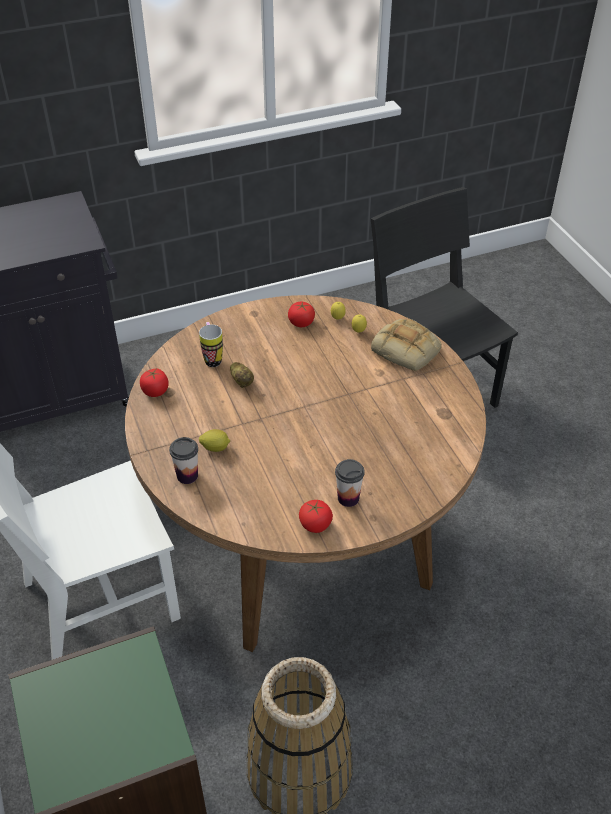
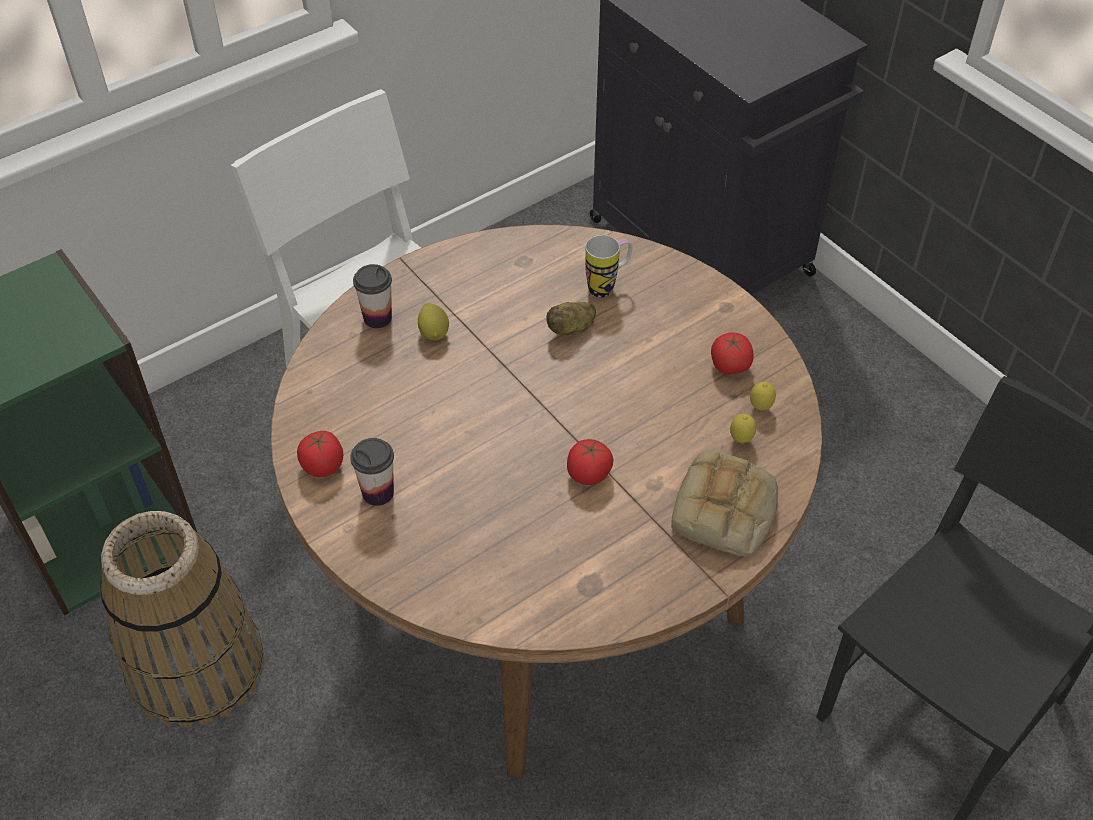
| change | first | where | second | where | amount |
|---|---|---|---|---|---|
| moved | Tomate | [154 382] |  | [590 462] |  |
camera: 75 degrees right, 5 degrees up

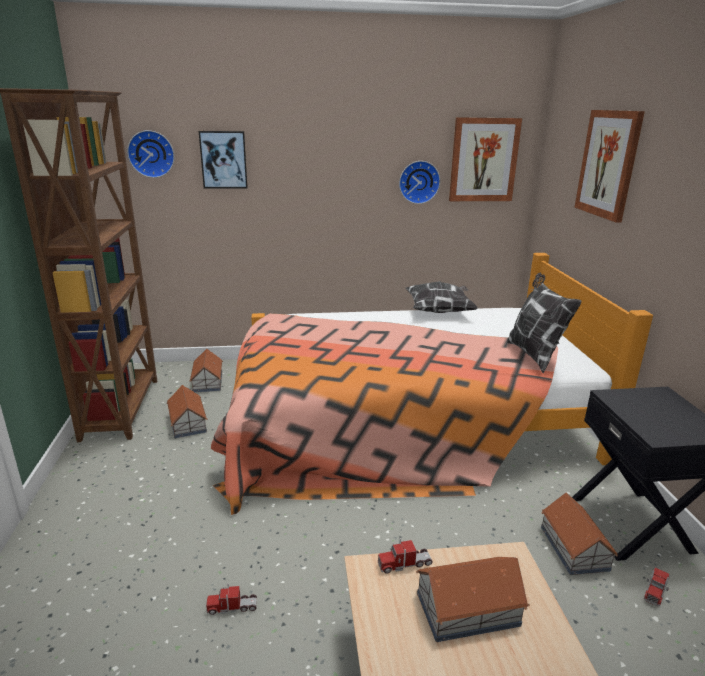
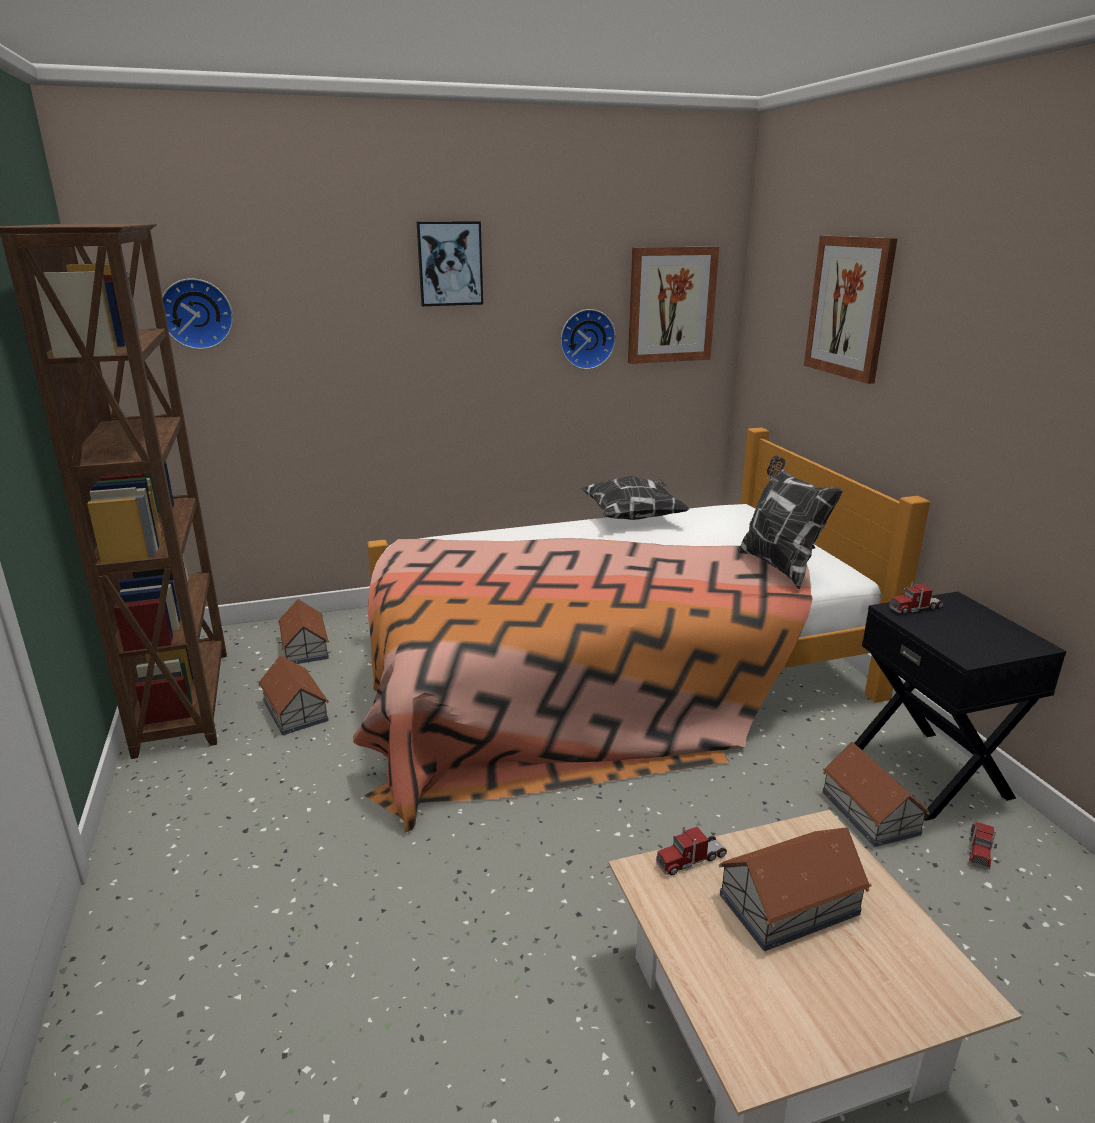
| change | first | where | second | where | amount |
|---|---|---|---|---|---|
| moved | Bild | [223 160] |  | [450 263] |  |
| moved | Spielzeuglaster | [231 599] |  | [916 597] |  |
camera: 10 degrees left, 0 degrees up

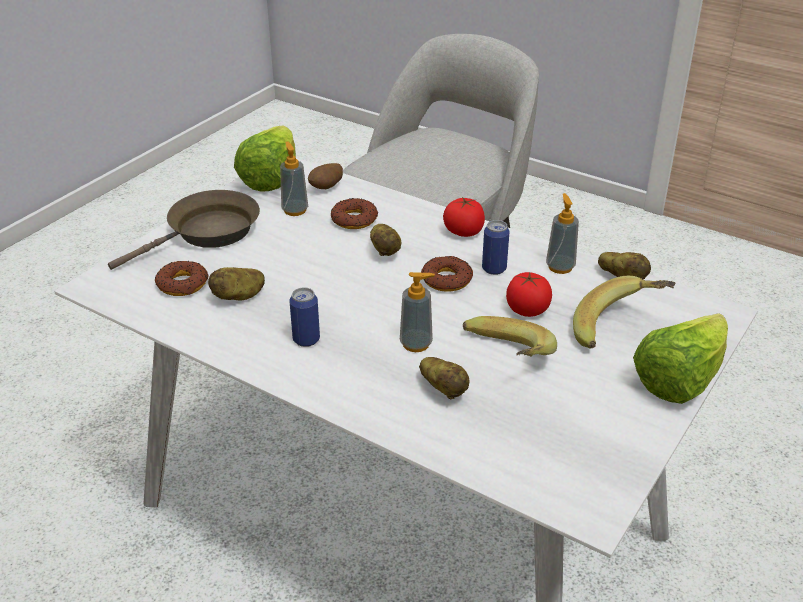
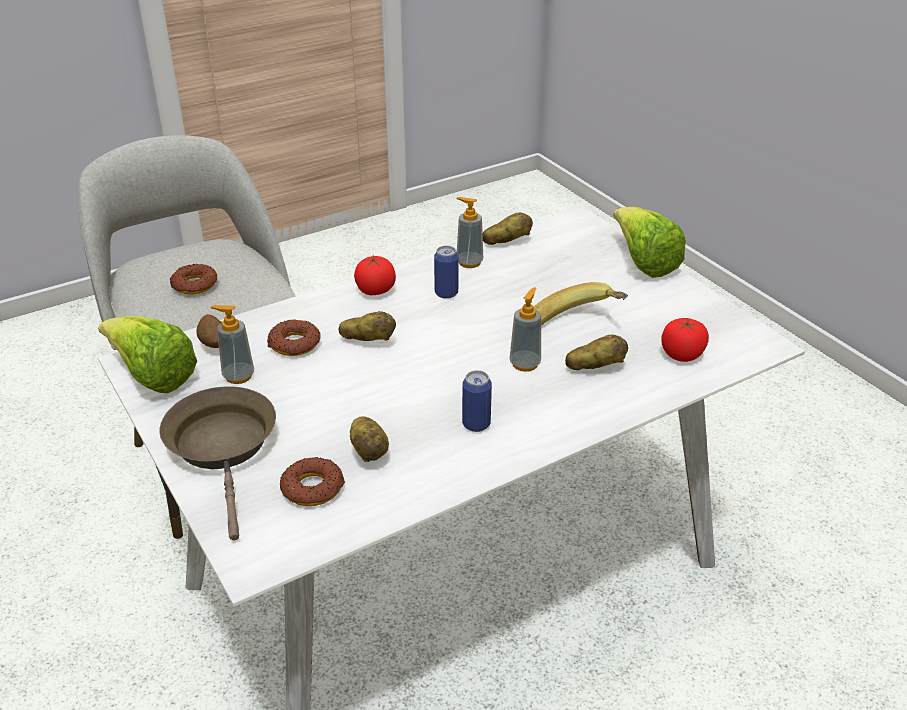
| change | first | where | second | where | amount |
|---|---|---|---|---|---|
| moved | Donut | [447 274] |  | [193 279] |  |
| moved | Tomate | [529 294] |  | [685 340] |  |
| removed | Banane | [624 312] |  |  |  |
camera: 65 degrees left, 0 degrees up

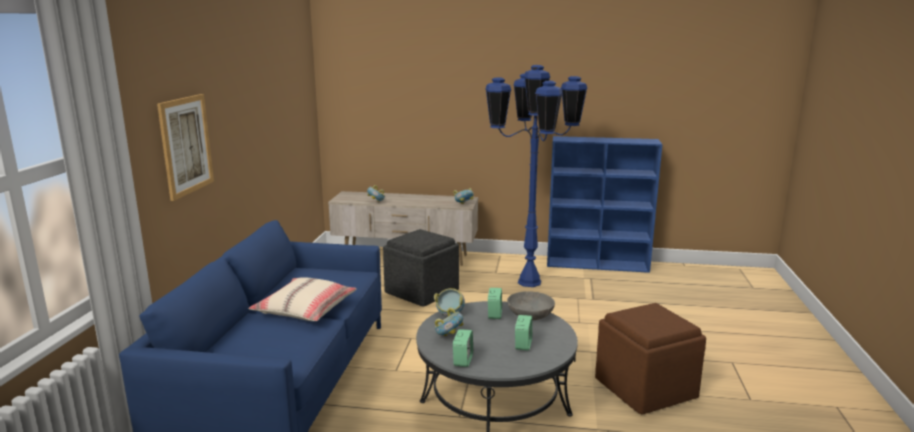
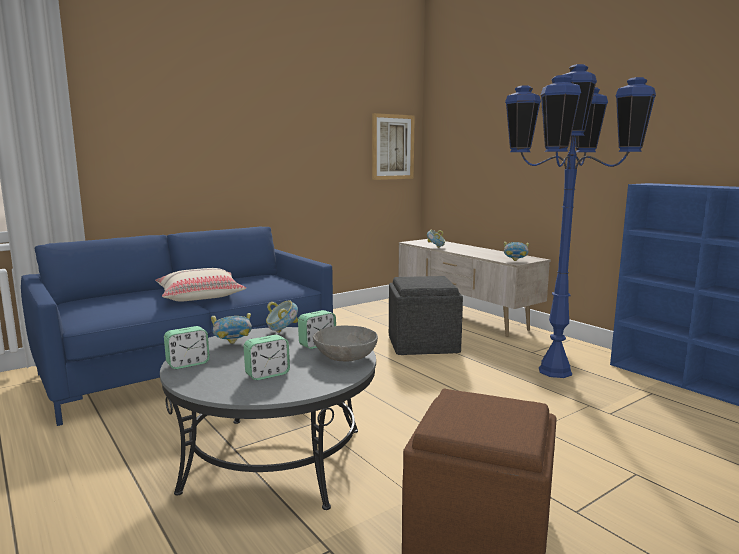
| change | first | where | second | where | amount |
|---|---|---|---|---|---|
| moved | Bild | [185 147] |  | [393 146] |  |
camera: 45 degrees right, 5 degrees down

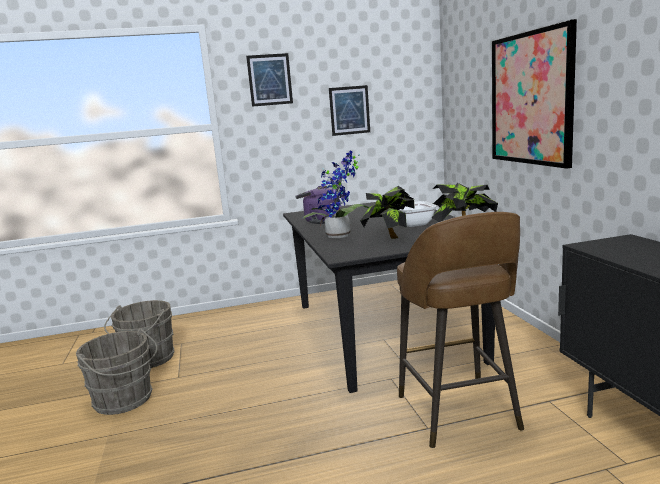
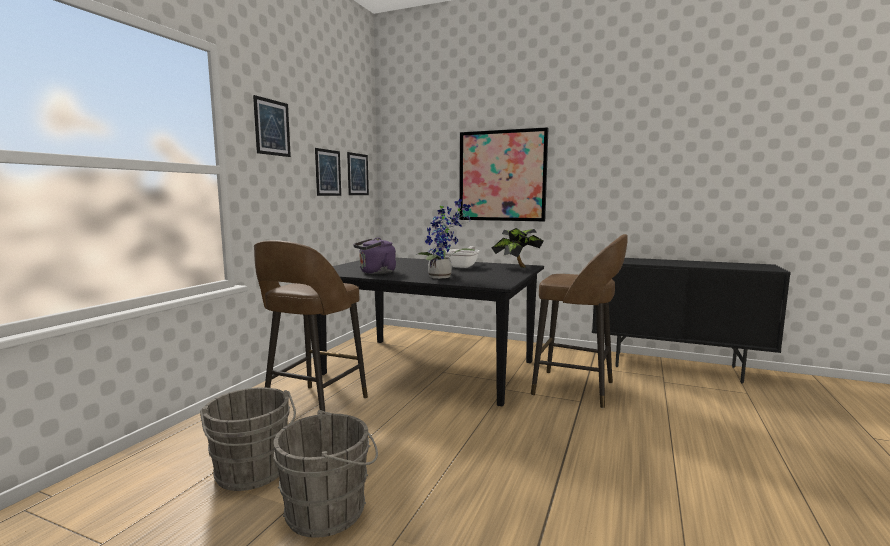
| change | first | where | second | where | amount |
|---|---|---|---|---|---|
| removed | Topfpflanze | [387 212] |  |  |  |
| added |  |  | Bild | [358 173] |  |
| added |  |  | Hocker [braun] | [311 327] |  |
camera: 55 degrees left, 5 degrees down

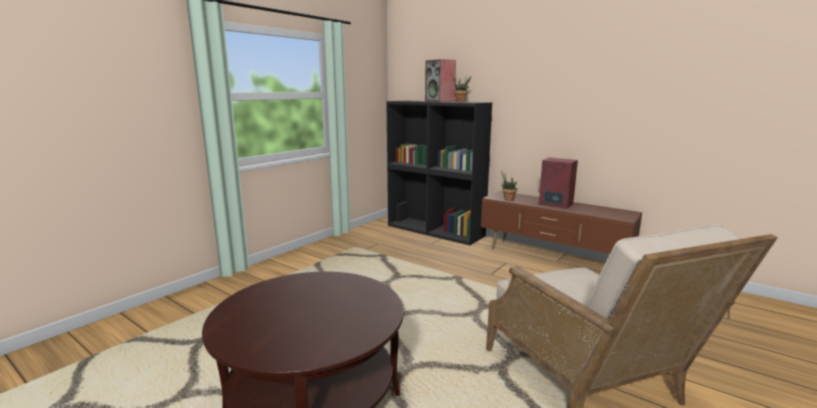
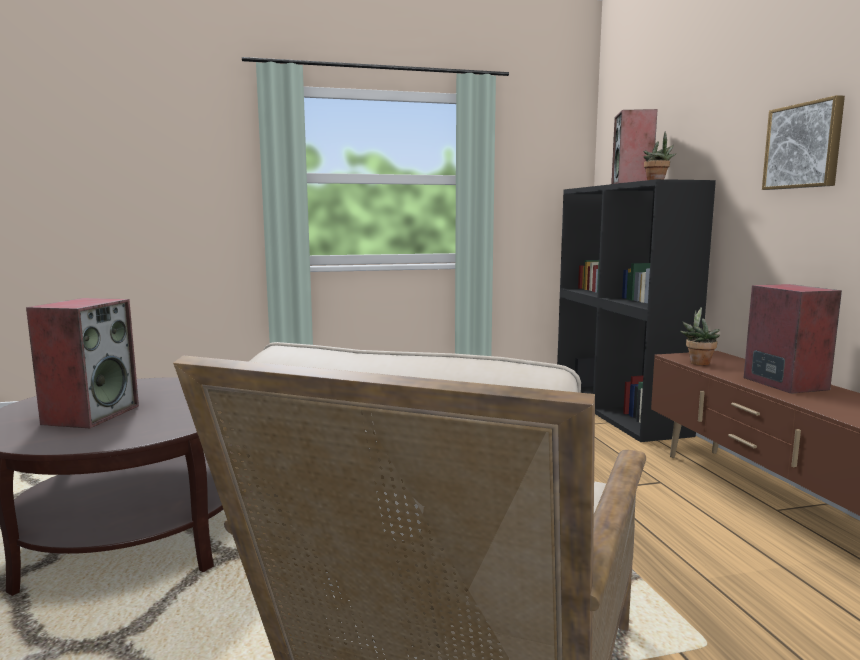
| change | first | where | second | where | amount |
|---|---|---|---|---|---|
| added |  |  | Bild | [803 142] |  |
| added |  |  | Lautsprecher | [82 363] |  |
camera: 40 degrees right, 5 degrees down

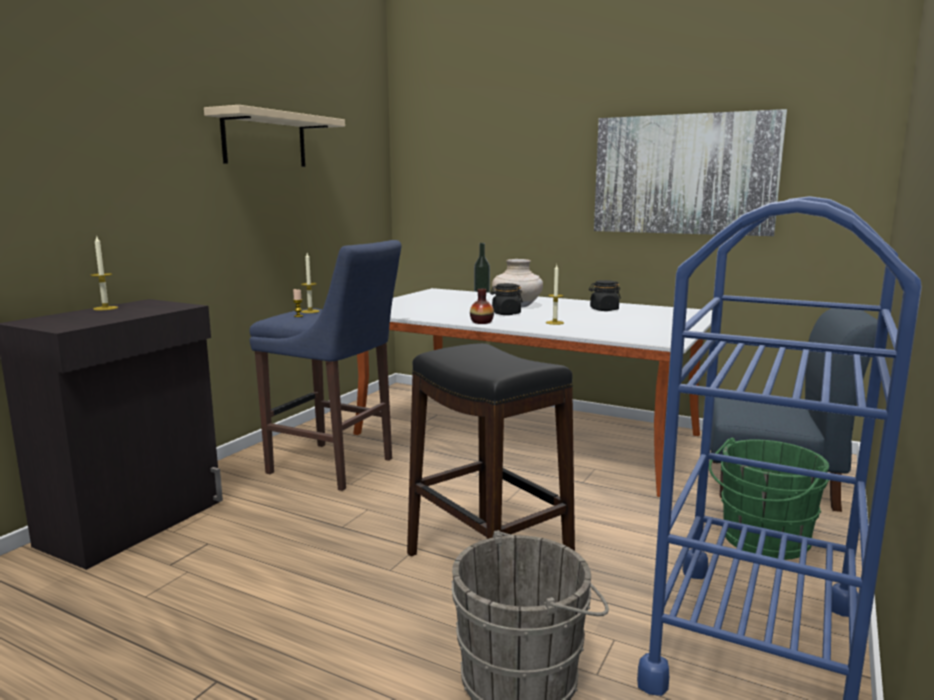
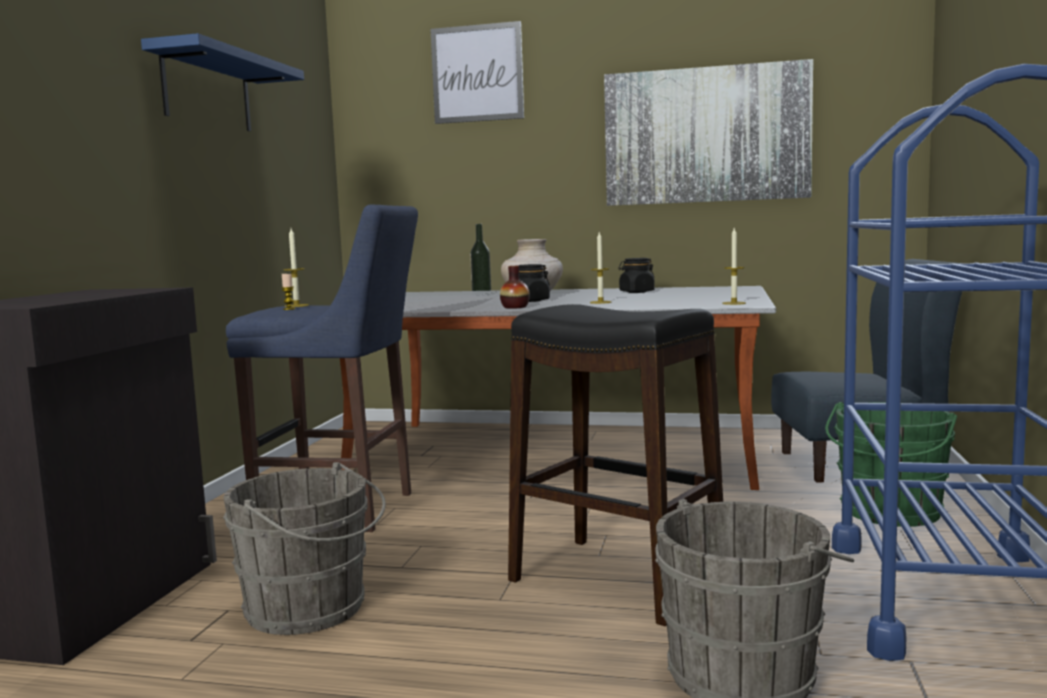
| change | first | where | second | where | amount |
|---|---|---|---|---|---|
| recoloured | Wandregal [beige] | [274 136] | Wandregal [blau] | [222 82] |  |
| moved | Kerze | [104 272] |  | [734 266] |  |
| added |  |  | Bild | [477 72] |  |
| added |  |  | Eimer [grau] | [304 548] |  |
camera: 15 degrees left, 5 degrees down

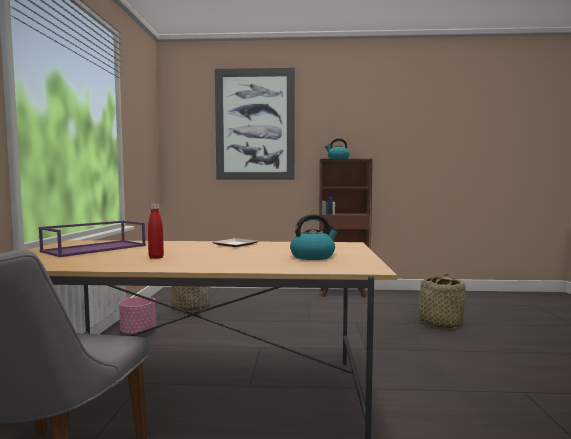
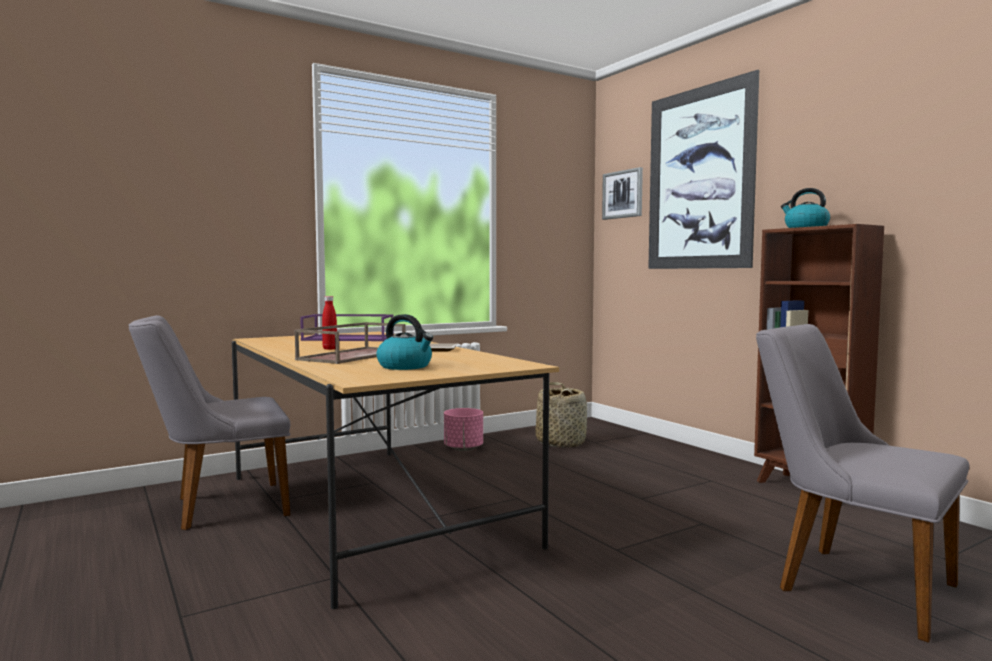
| change | first | where | second | where | amount |
|---|---|---|---|---|---|
| replaced | Korb | [440 301] | Stuhl [grau] | [862 483] |  |
| added |  |  | Bild | [622 193] |  |
| added |  |  | Tablett [braun] | [349 343] |  |
camera: 55 degrees right, 0 degrees up

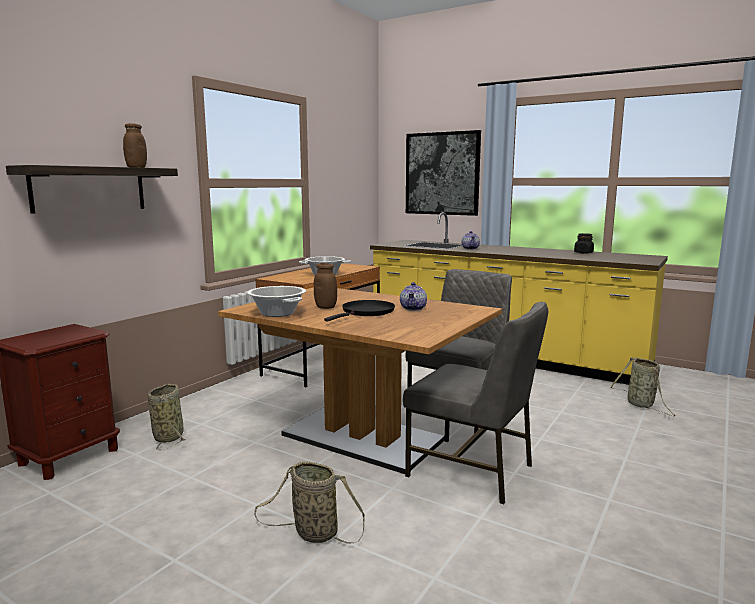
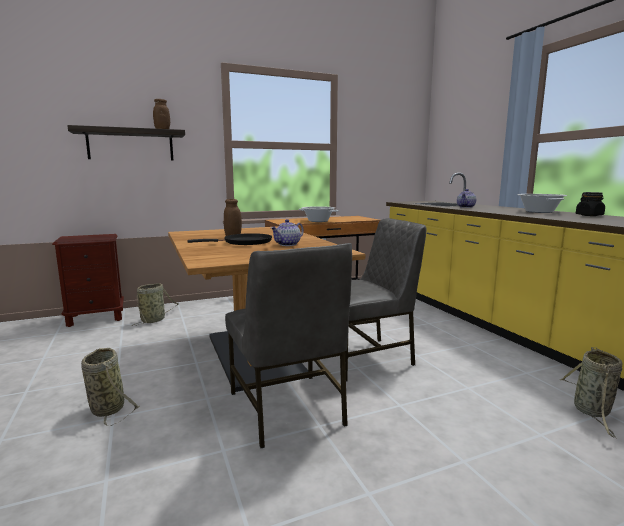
| change | first | where | second | where | amount |
|---|---|---|---|---|---|
| removed | Bild | [443 173] |  |  |  |
| moved | Kochtopf | [276 301] |  | [542 203] |  |
camera: 35 degrees right, 0 degrees up

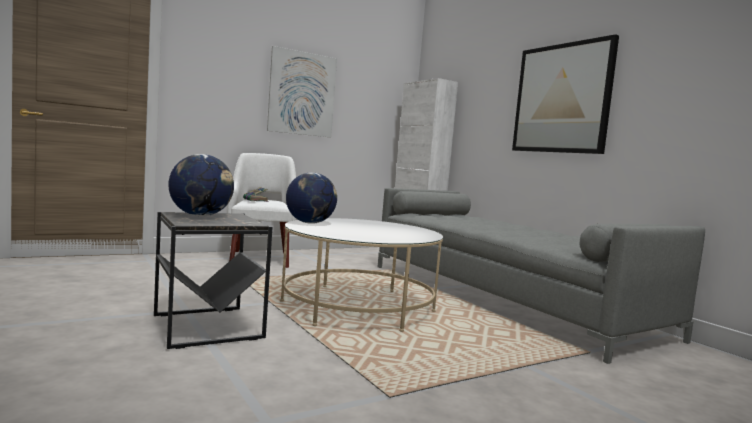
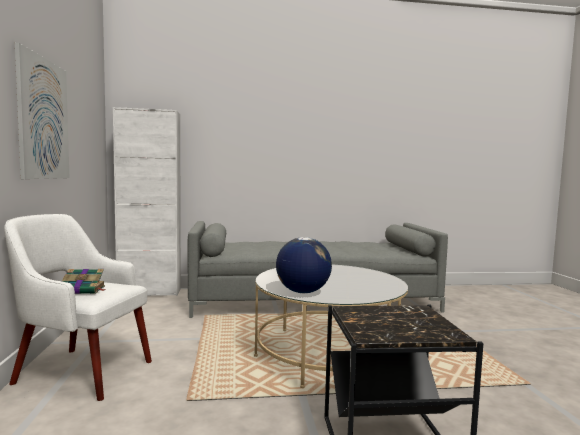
| change | first | where | second | where | amount |
|---|---|---|---|---|---|
| removed | Bild | [565 94] |  |  |  |
| removed | Globus | [201 185] |  |  |  |
camera: 65 degrees left, 0 degrees up

